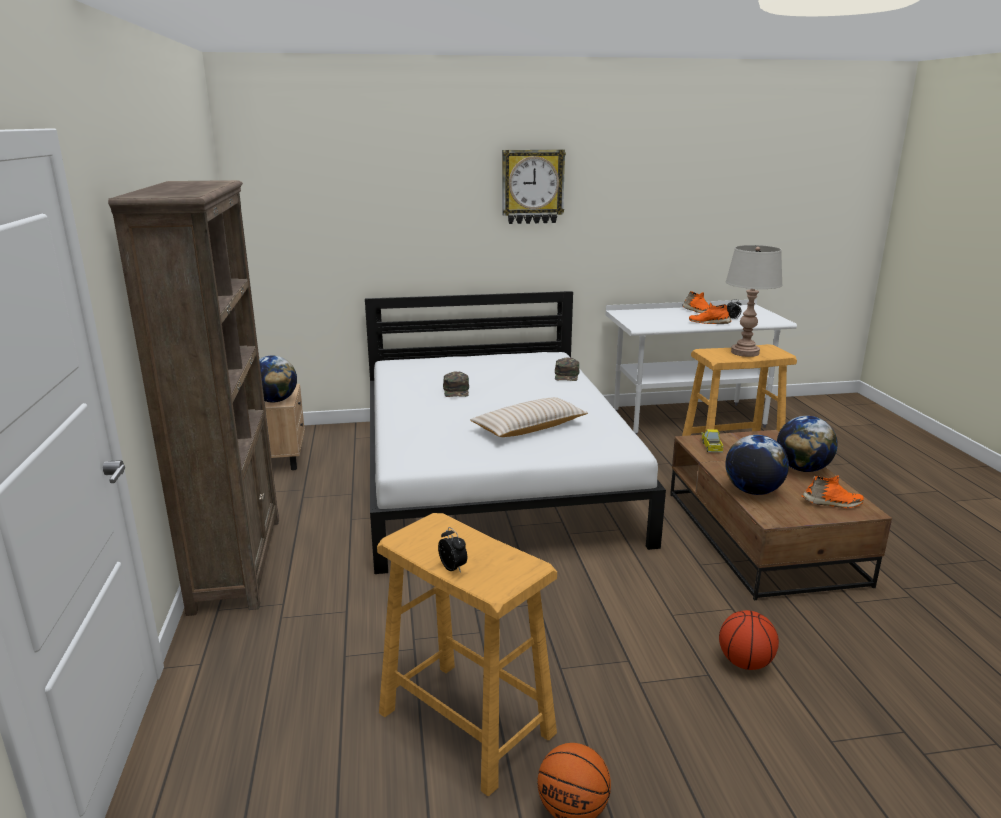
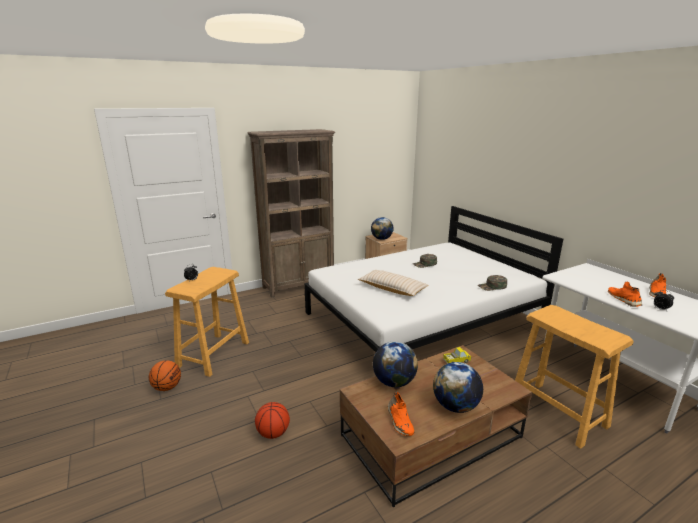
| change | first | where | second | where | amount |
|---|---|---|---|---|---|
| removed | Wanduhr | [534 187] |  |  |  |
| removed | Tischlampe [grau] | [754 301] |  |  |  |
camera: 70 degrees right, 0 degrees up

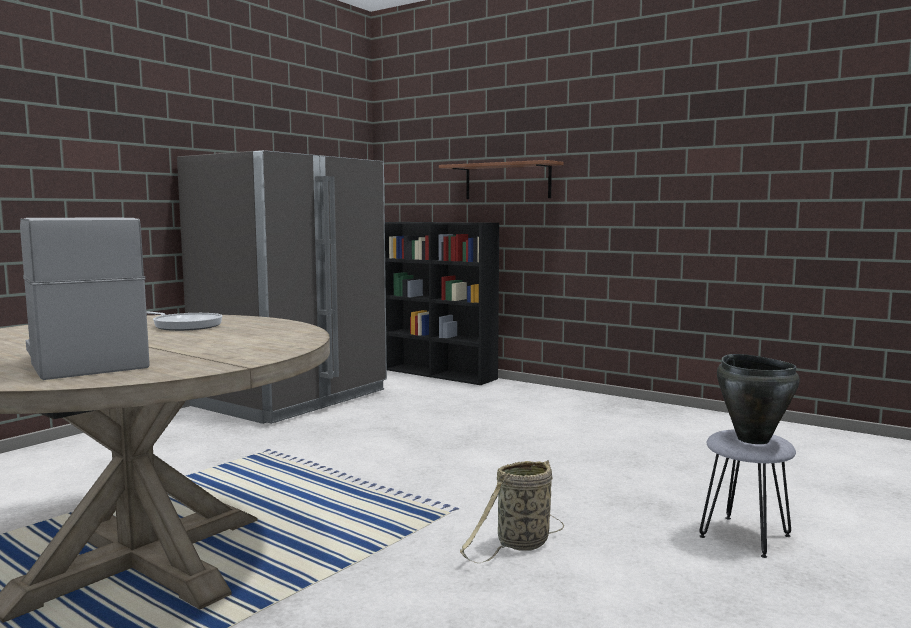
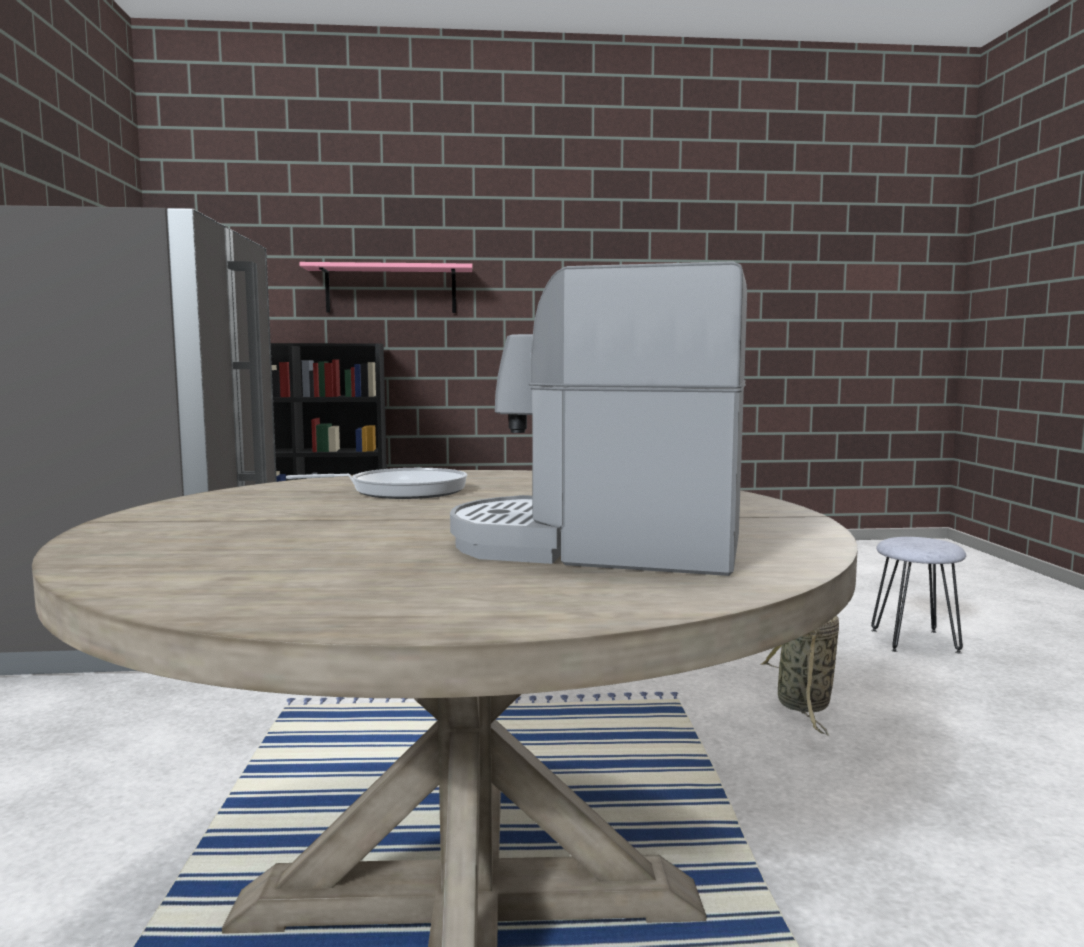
| change | first | where | second | where | amount |
|---|---|---|---|---|---|
| recoloured | Wandregal [braun] | [501 179] | Wandregal [rosa] | [385 287] |  |
| removed | Kochtopf [schwarz] | [758 399] |  |  |  |
camera: 40 degrees left, 0 degrees up

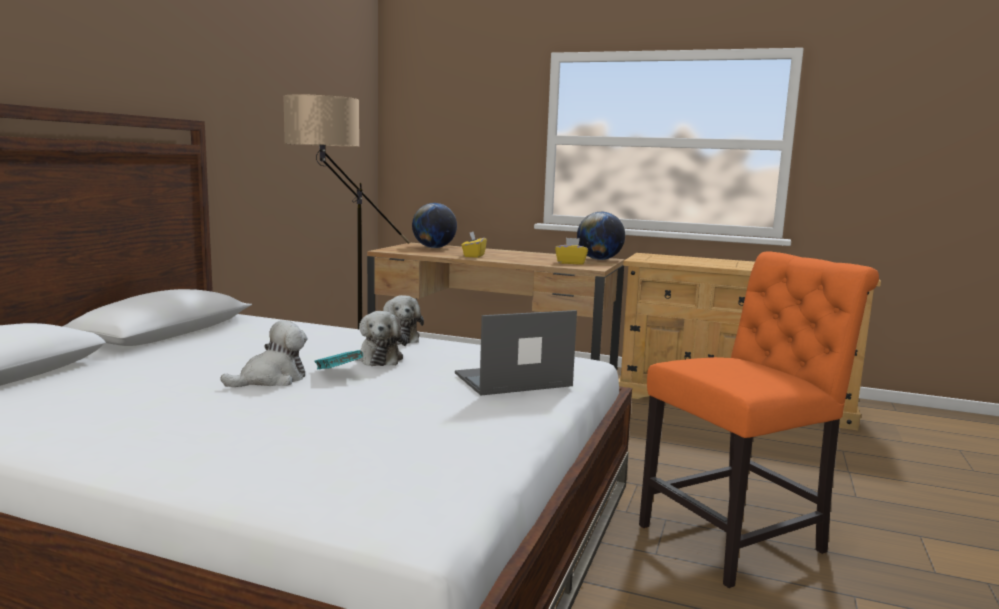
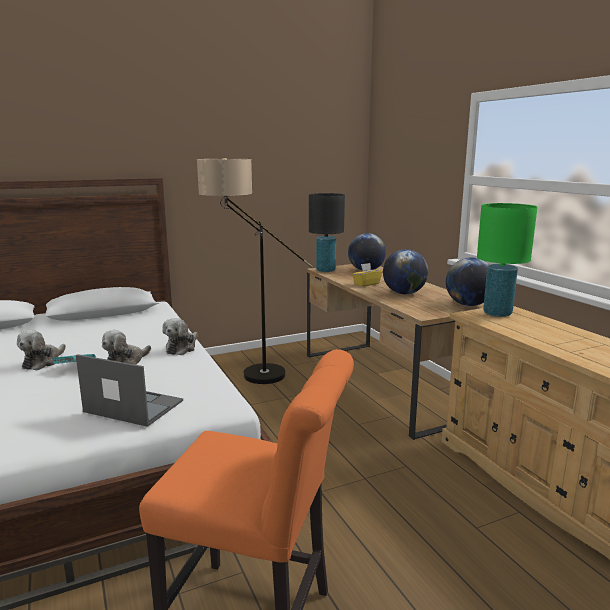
| change | first | where | second | where | amount |
|---|---|---|---|---|---|
| removed | Taschentuchbox [gelb] | [571 251] |  |  |  |
| turned | Plüschtier | [264 354] |  | [41 350] | 105 degrees clockwise |
| added |  |  | Tischlampe [schwarz] | [327 232] |  |
| added |  |  | Tischlampe [grün] | [507 260] |  |
| added |  |  | Globus | [405 271] |  |
camera: 45 degrees right, 5 degrees up

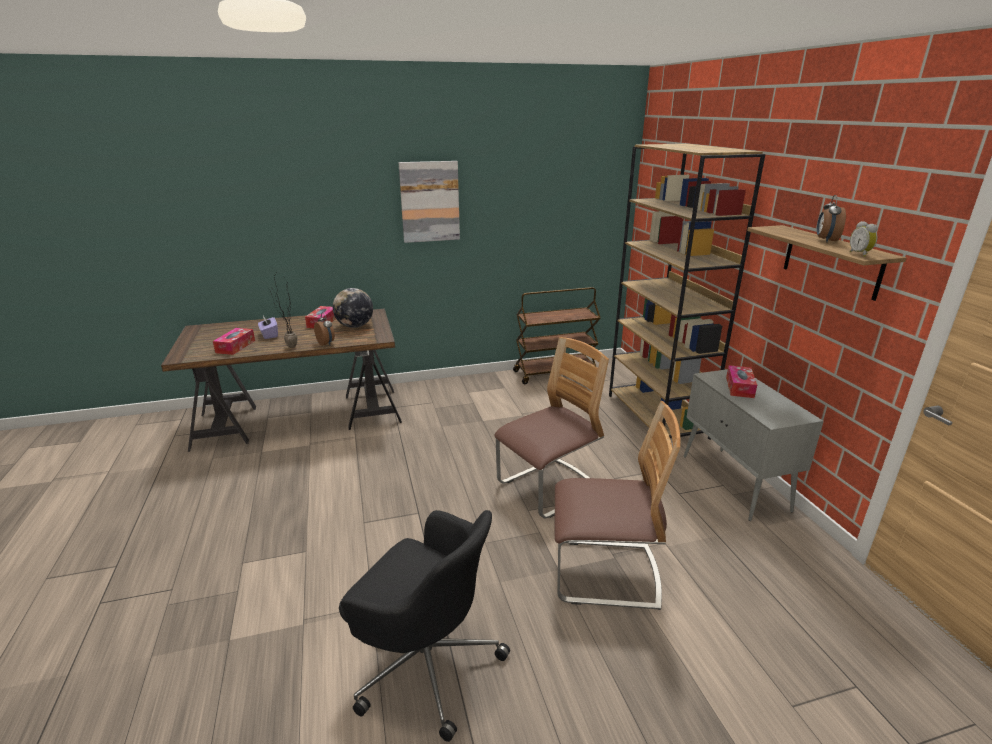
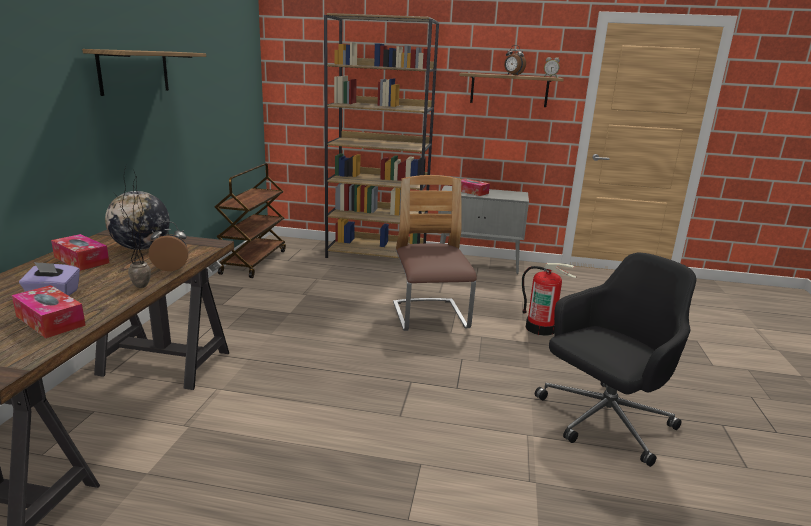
| change | first | where | second | where | amount |
|---|---|---|---|---|---|
| replaced | Bild | [429 202] | Wandregal | [144 72] |  |
| replaced | Stuhl | [617 505] | Feuerlöscher | [549 299] |  |
camera: 65 degrees left, 5 degrees down

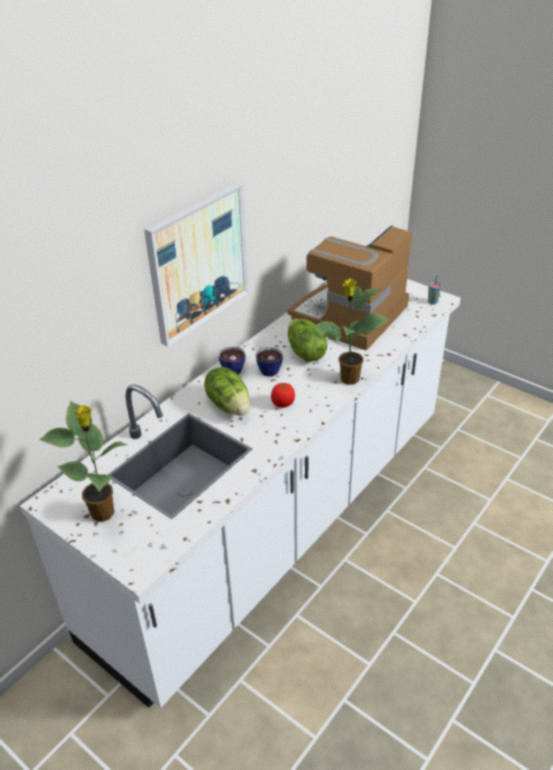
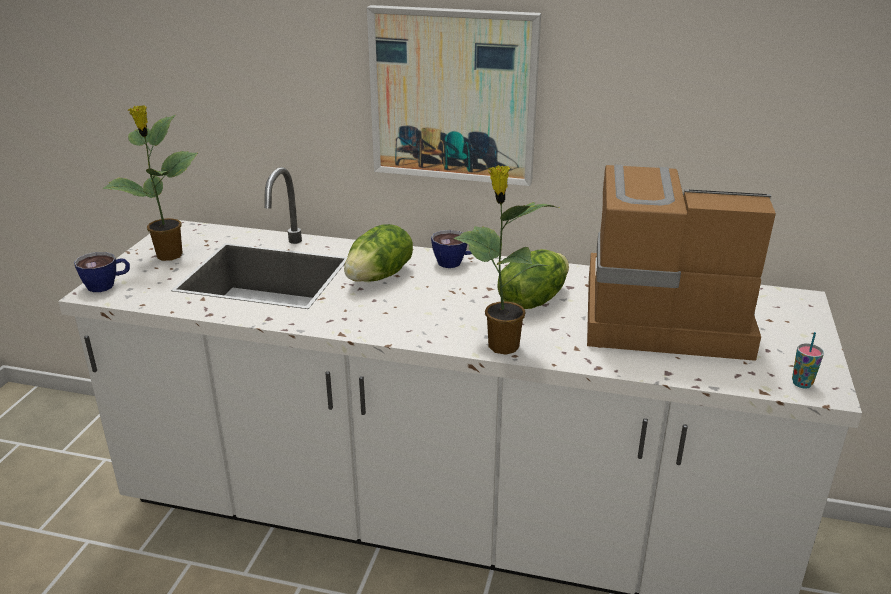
| change | first | where | second | where | amount |
|---|---|---|---|---|---|
| moved | Tasse | [269 362] |  | [102 272] |  |
| removed | Tomate | [283 395] |  |  |  |
camera: 65 degrees right, 10 degrees down

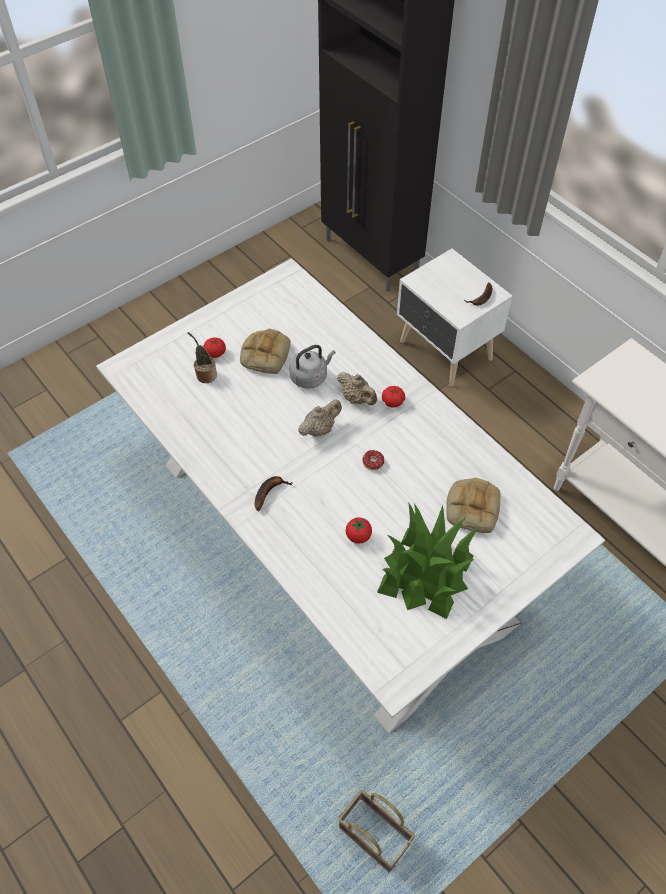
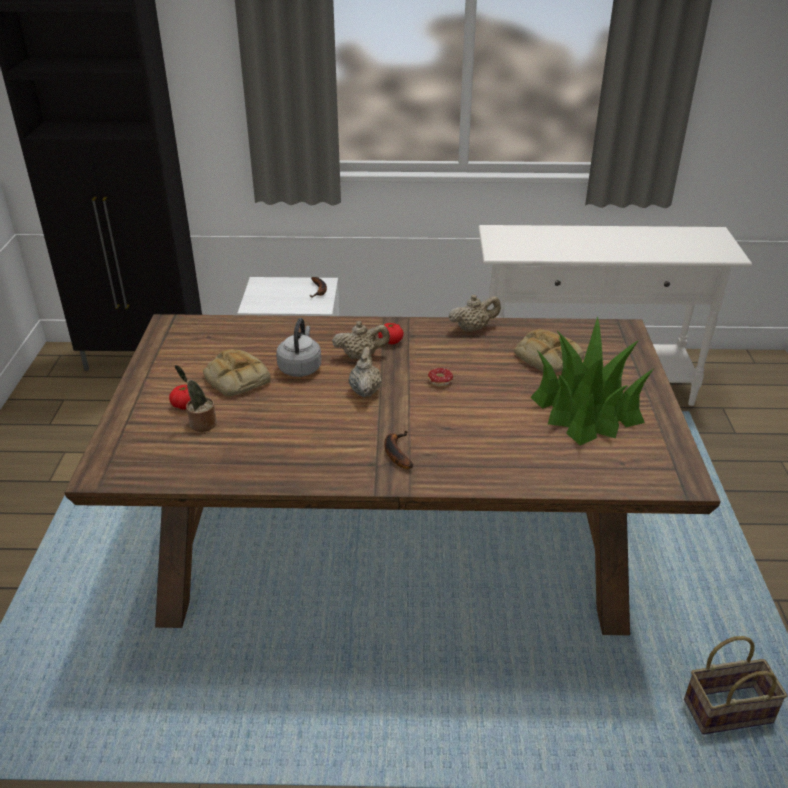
| change | first | where | second | where | amount |
|---|---|---|---|---|---|
| recoloured | Esstisch [weiß] | [350 495] | Esstisch [braun] | [392 474] |  |
| removed | Tomate | [359 530] |  |  |  |
| added |  |  | Teekanne [beige] | [475 313] |  |
camera: 50 degrees left, 20 degrees down

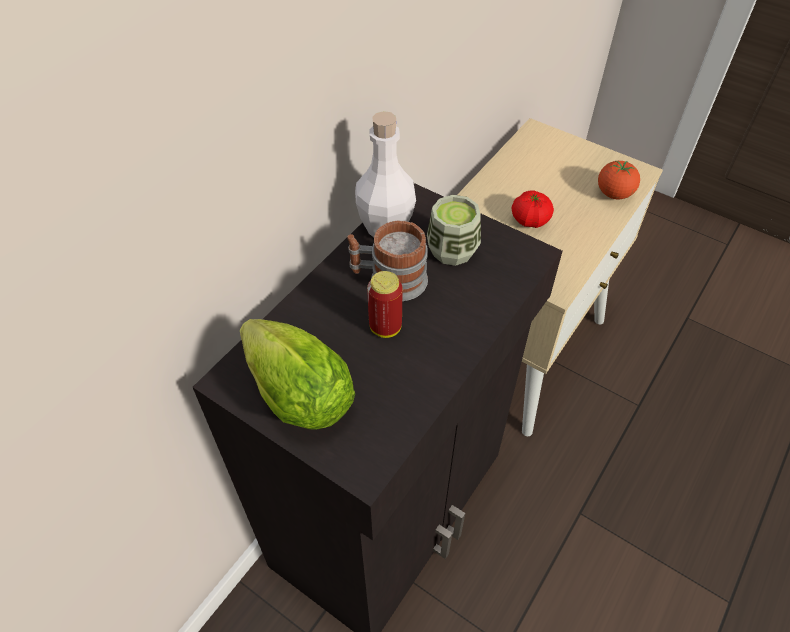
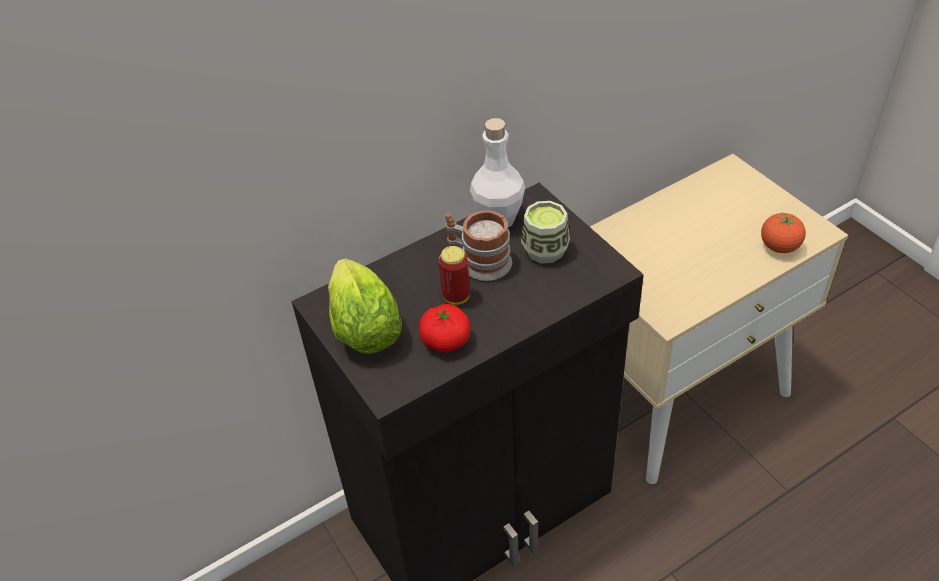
| change | first | where | second | where | amount |
|---|---|---|---|---|---|
| moved | Tomate | [532 209] |  | [444 328] |  |
camera: 25 degrees right, 5 degrees down

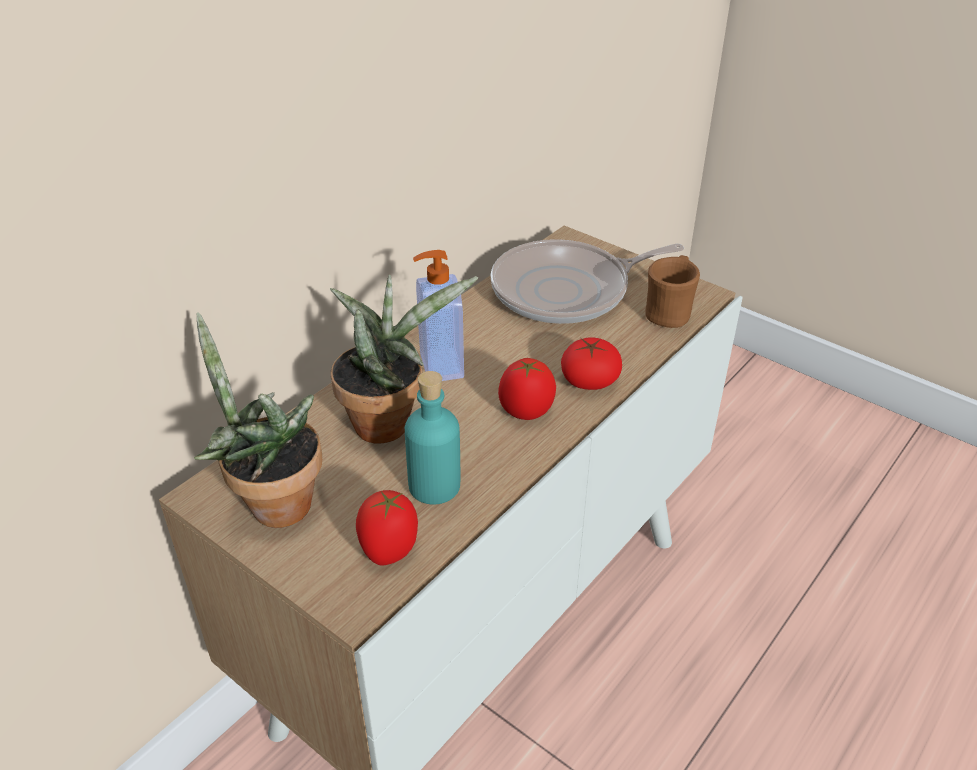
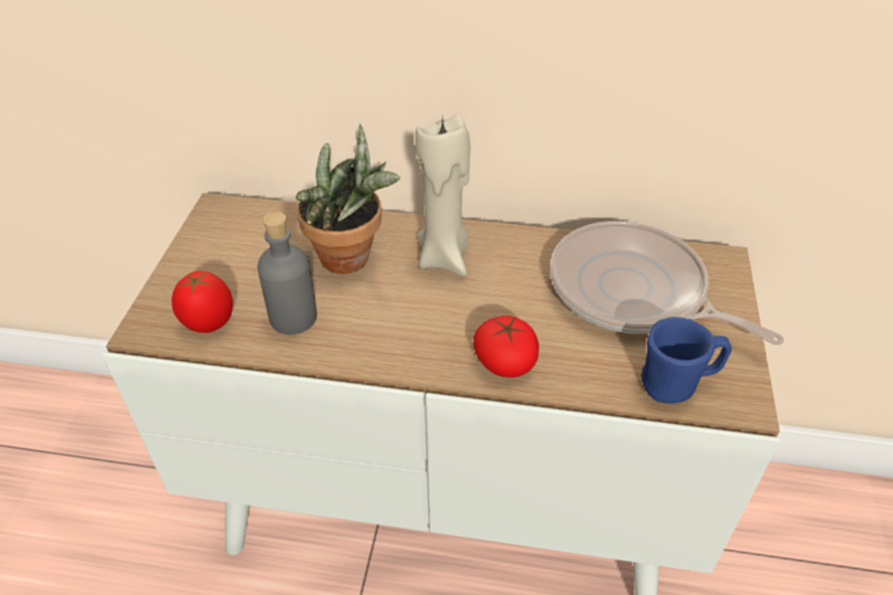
| change | first | where | second | where | amount |
|---|---|---|---|---|---|
| replaced | Seifenspender | [438 315] | Kerze [beige] | [442 195] |  |
| recoloured | Henkelbecher [braun] | [672 291] | Henkelbecher [blau] | [686 360] |  |
| removed | Topfpflanze | [258 420] |  |  |  |
| removed | Tomate | [527 389] |  |  |  |
| recoloured | Flasche [türkis] | [432 437] | Flasche [grau] | [287 273] |  |
camera: 60 degrees right, 5 degrees up

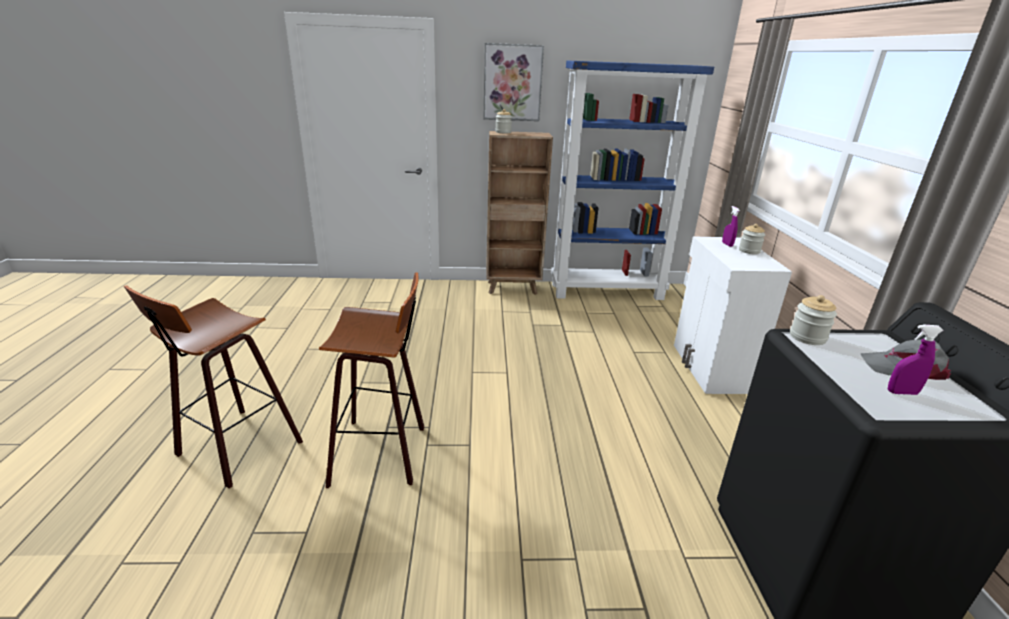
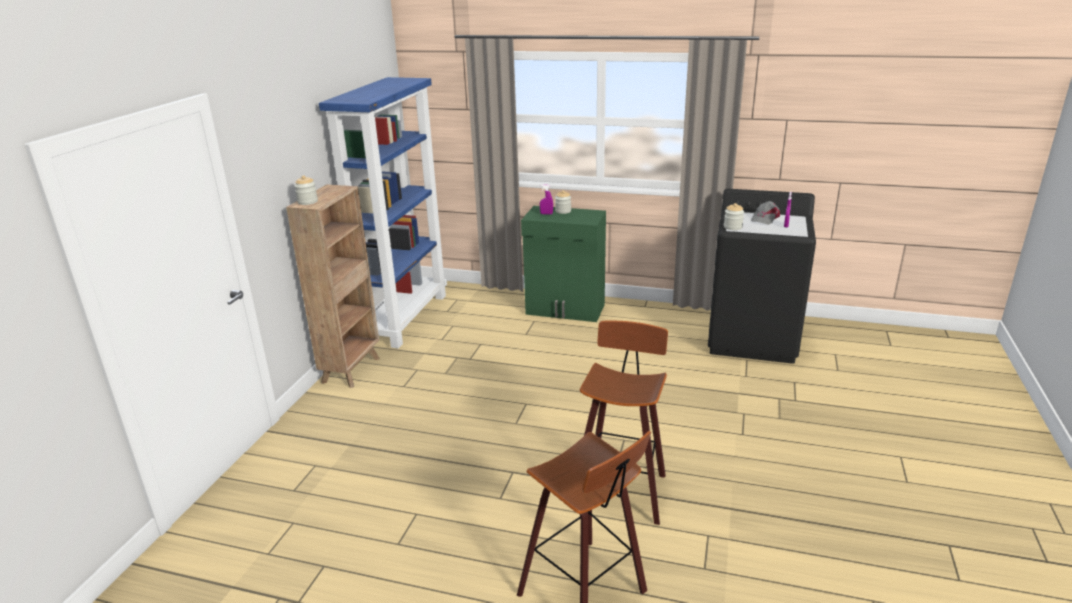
| change | first | where | second | where | amount |
|---|---|---|---|---|---|
| removed | Bild | [514 82] |  |  |  |
| recoloured | Schrank [weiß] | [733 315] | Schrank [grün] | [563 264] |  |
camera: 70 degrees left, 0 degrees up

